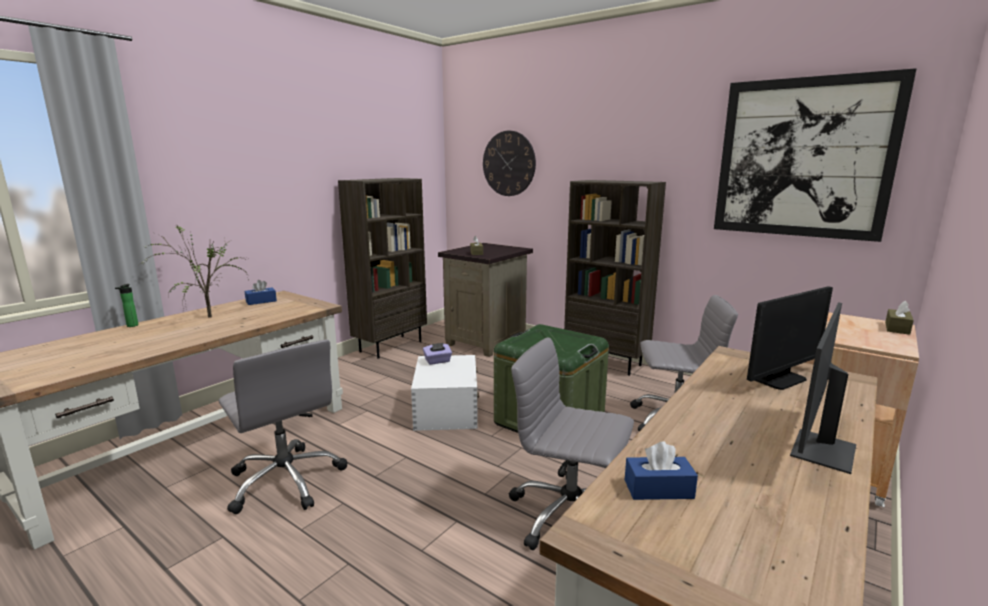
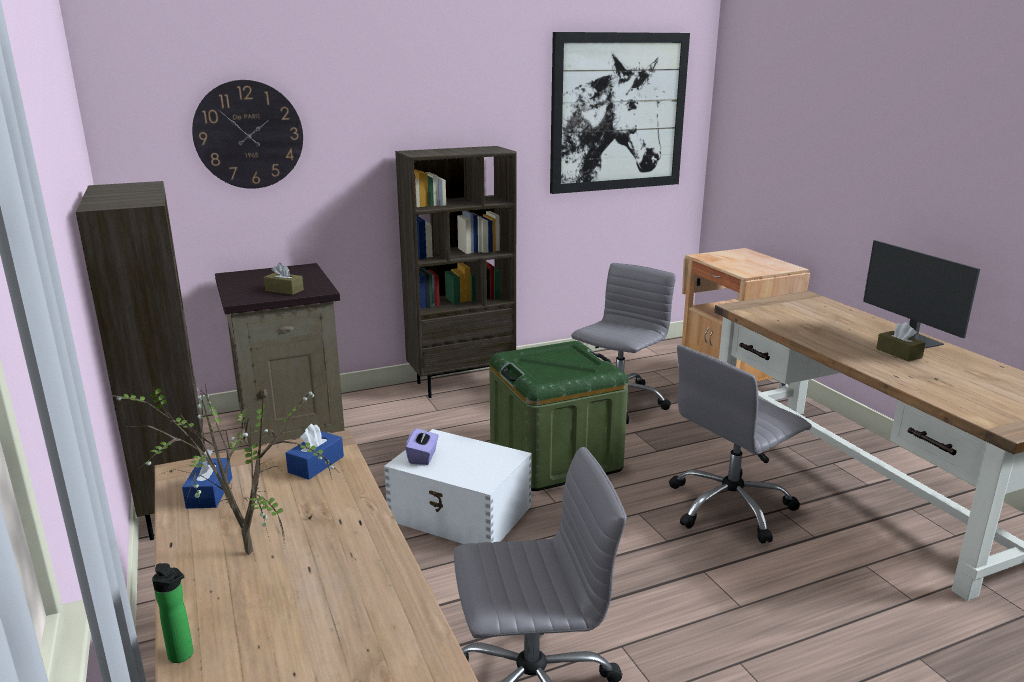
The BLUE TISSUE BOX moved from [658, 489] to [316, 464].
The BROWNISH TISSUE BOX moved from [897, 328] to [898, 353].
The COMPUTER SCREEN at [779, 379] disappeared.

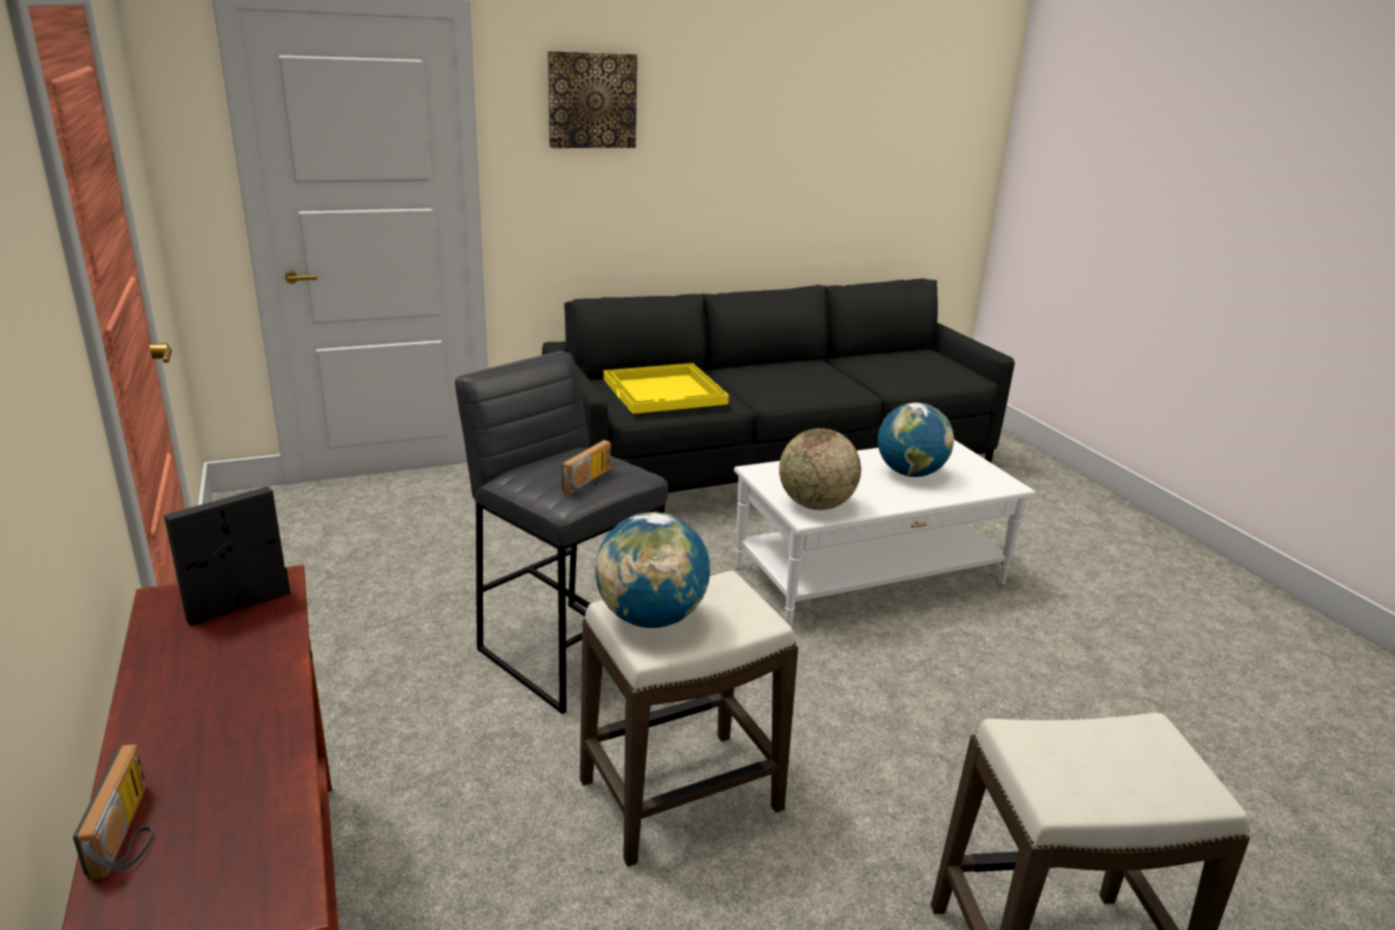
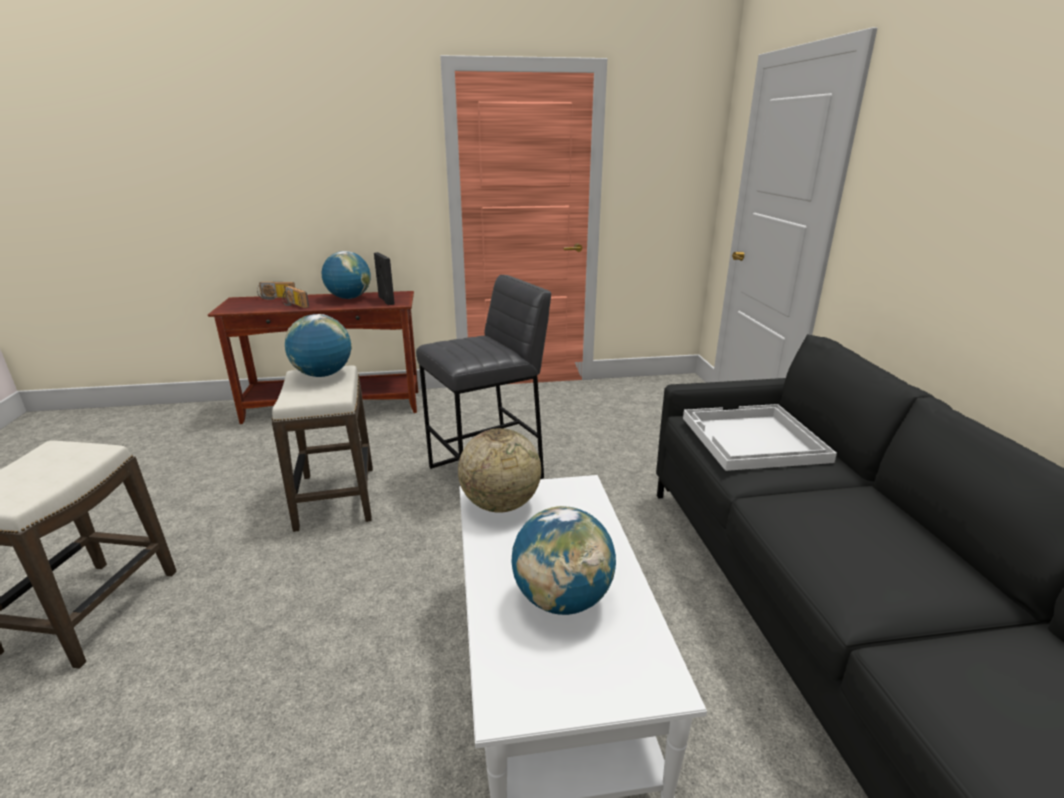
The RADIO RECEIVER moved from [591, 483] to [294, 305].
The DESK GLOBE at [349, 298] appeared.
The YELLOWISH SERVING TRAY at [665, 391] became the WHITE SERVING TRAY at [752, 439].
The WALL PICTURE at [591, 100] disappeared.

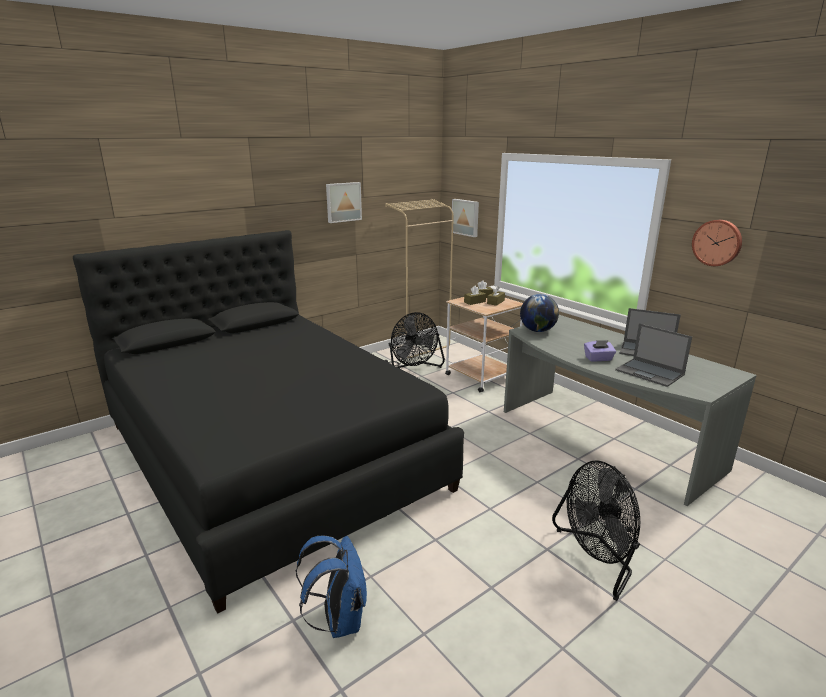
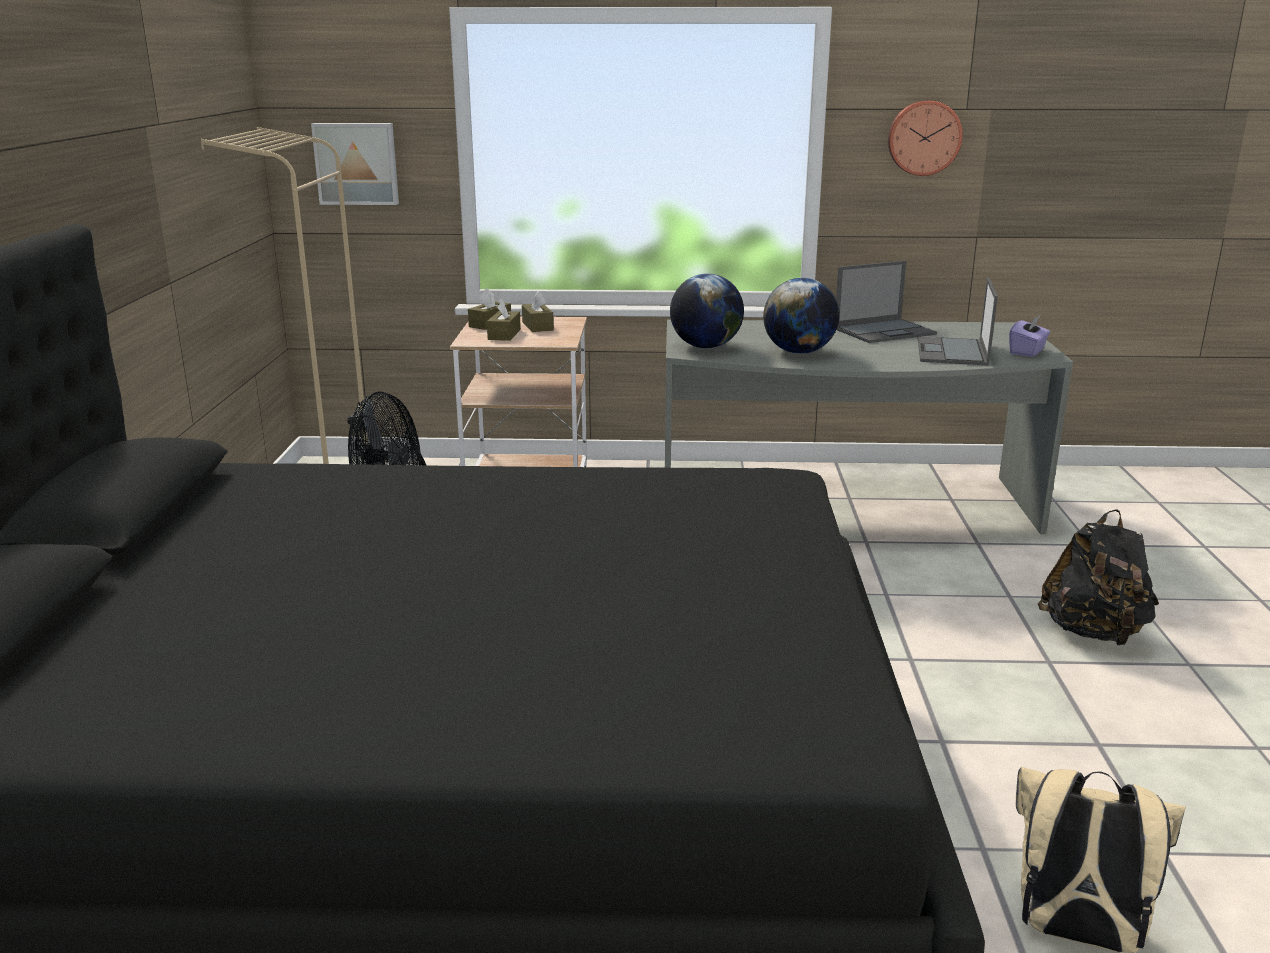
The DESK GLOBE at [799, 352] appeared.
The LAPTOP at [650, 373] turned 105 degrees clockwise.
The PURPLISH TISSUE BOX moved from [598, 359] to [1027, 352].
The BLUE BACKPACK at [339, 620] became the SAND-COLOURED BACKPACK at [1075, 933].
The BLACKISH ELECTRIC FAN at [599, 555] was replaced by the BLACKISH BACKPACK at [1093, 633].
The WALL PICTURE at [343, 202] disappeared.

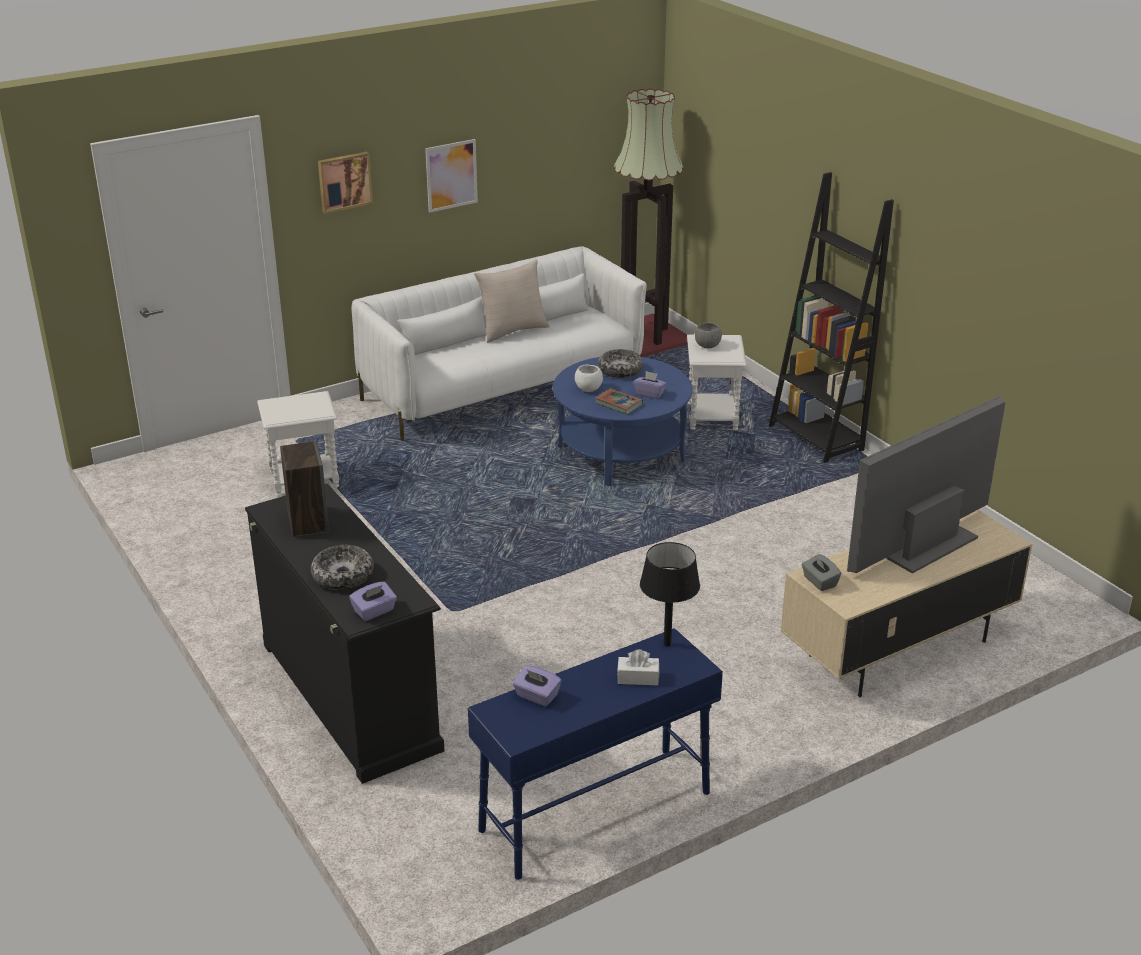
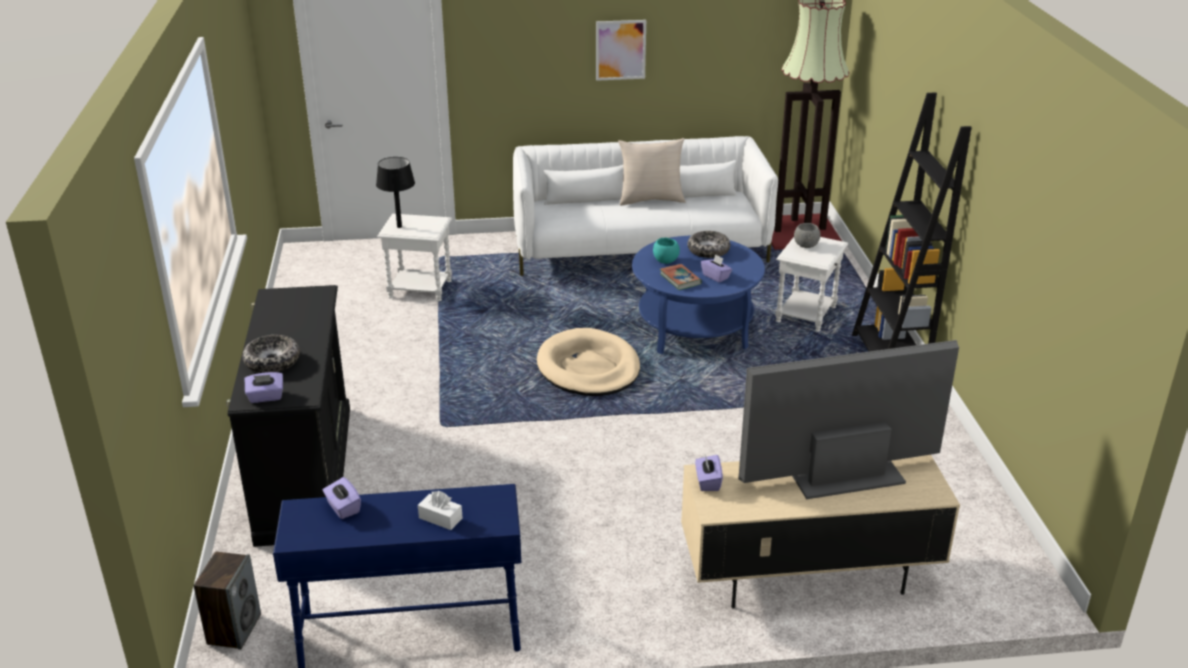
The LOUDSPEAKER moved from [307, 522] to [234, 629].
The BLACKISH LAMP FOR A TABLE moved from [667, 644] to [399, 227].
The SAND-COLOURED DOG BED at [588, 368] appeared.
The WHITE DEEP DISH at [588, 389] became the TURQUOISE DEEP DISH at [665, 261].
The GREY TISSUE BOX at [819, 582] became the PURPLISH TISSUE BOX at [707, 482].
The WALL PICTURE at [344, 181] disappeared.

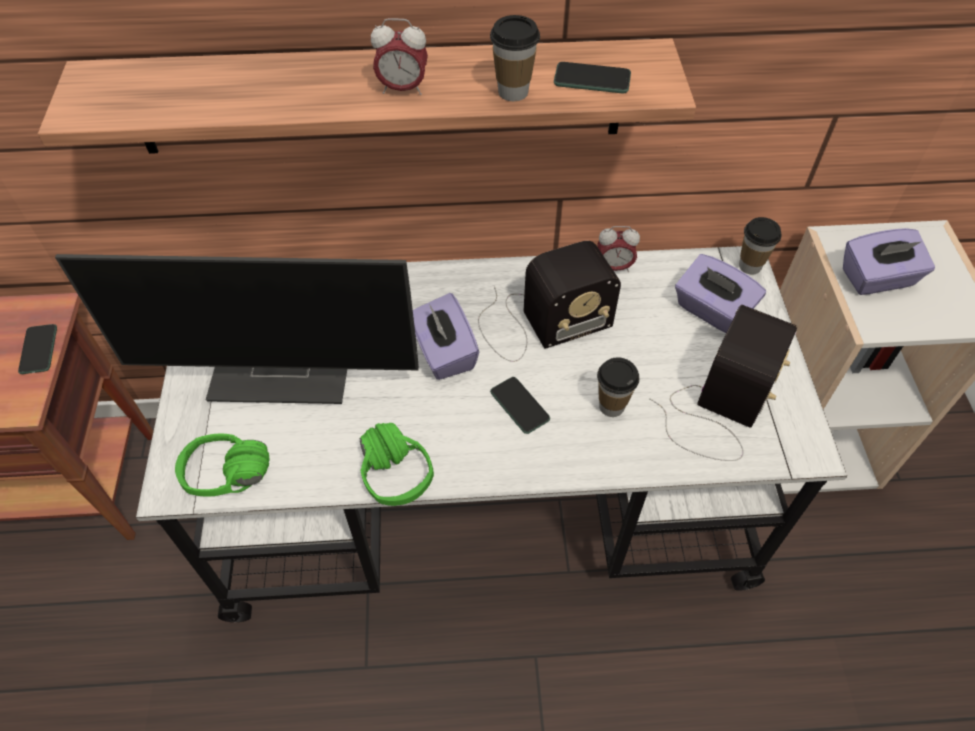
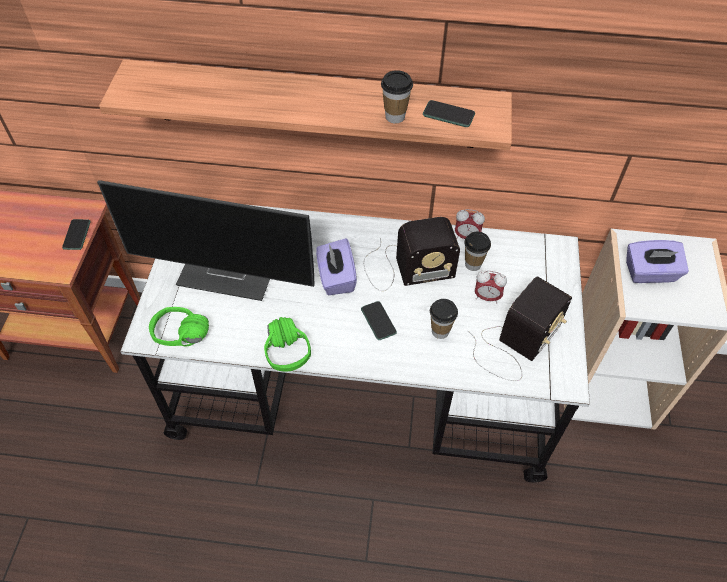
The SMALL CUP moved from [750, 266] to [473, 264].
The ALARM CLOCK moved from [403, 89] to [487, 297].
The PURPLISH TISSUE BOX at [712, 310] disappeared.

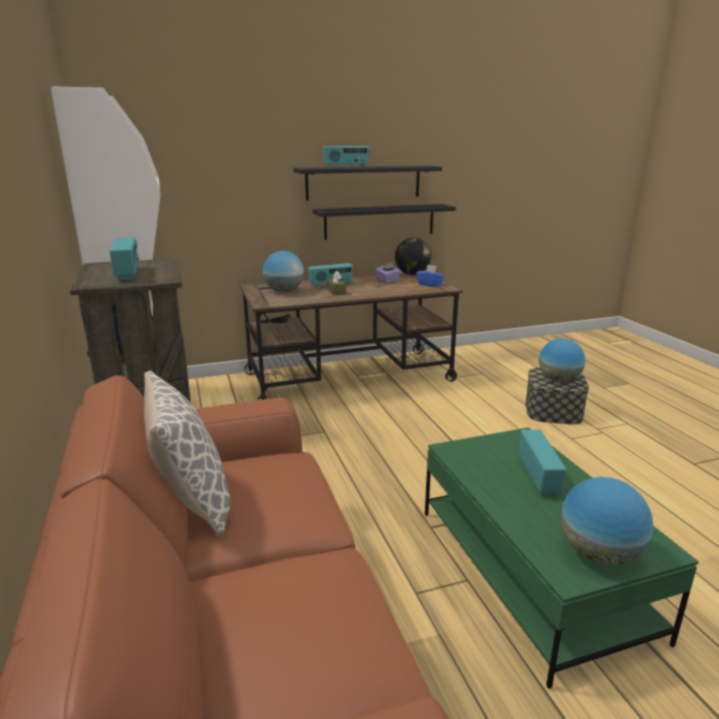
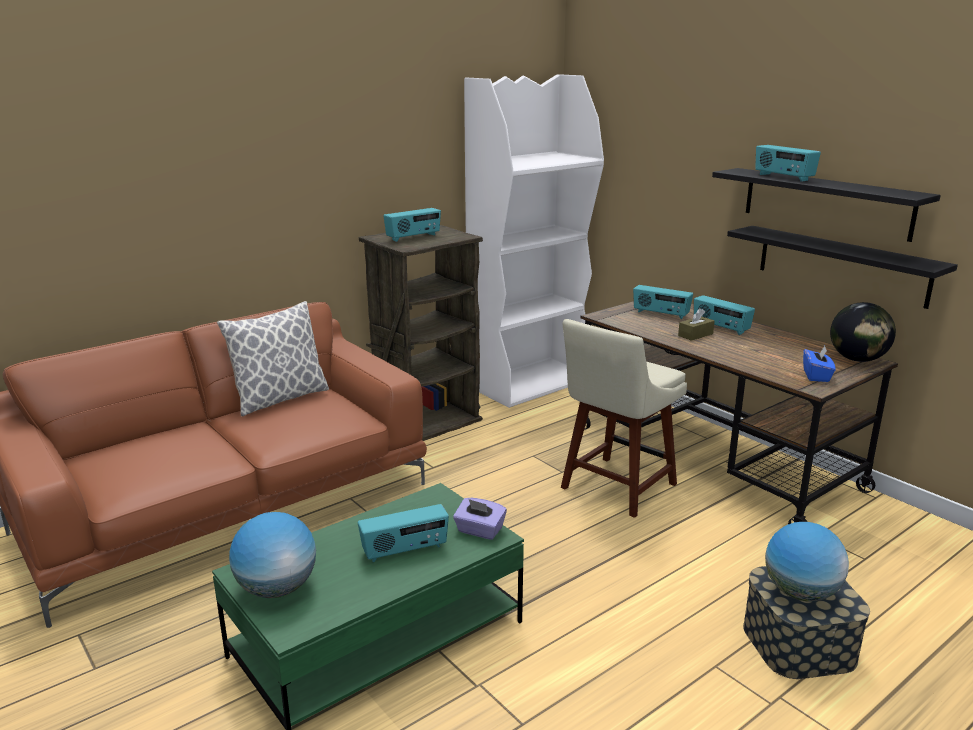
The PURPLISH TISSUE BOX moved from [388, 281] to [479, 531].
The SAND-COLOURED SITTING STOOL at [615, 488] appeared.
The DESK GLOBE at [284, 291] was replaced by the RADIO RECEIVER at [660, 314].

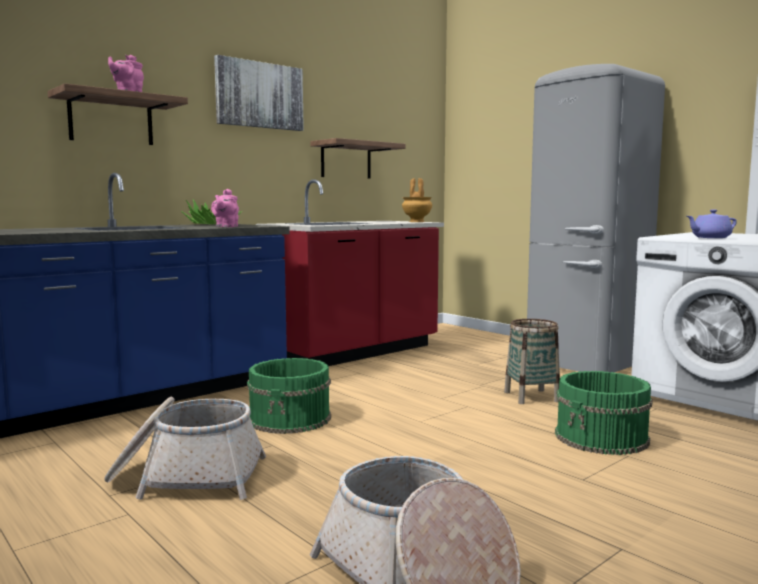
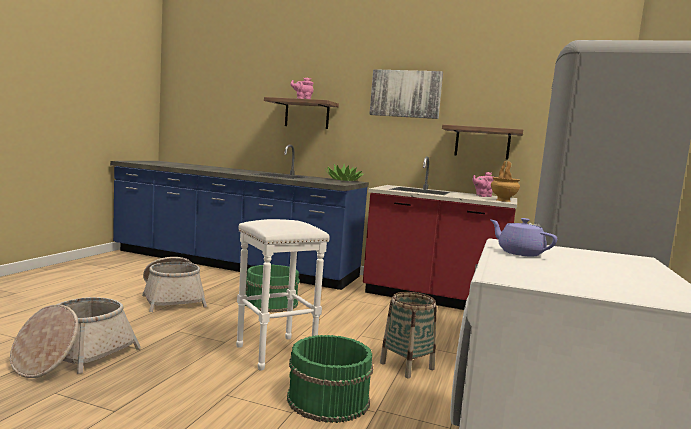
The WHITE SITTING STOOL at [277, 352] appeared.
The PINK-COLOURED TEAPOT moved from [226, 227] to [482, 196].

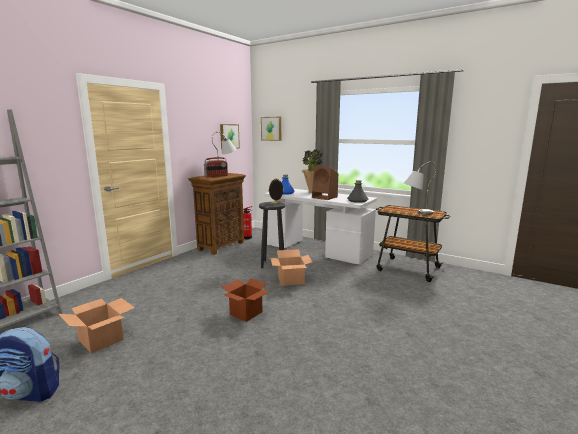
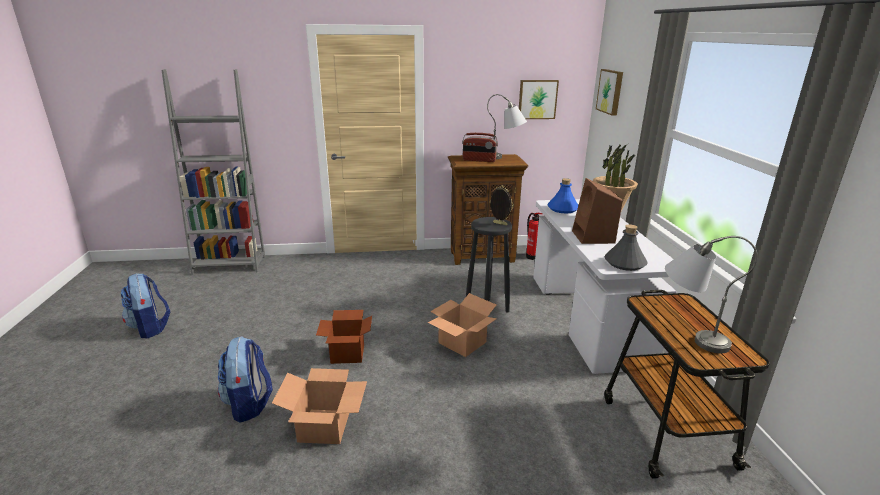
The BACKPACK at [249, 404] appeared.
The CARDBOARD BOX moved from [100, 340] to [324, 426].

